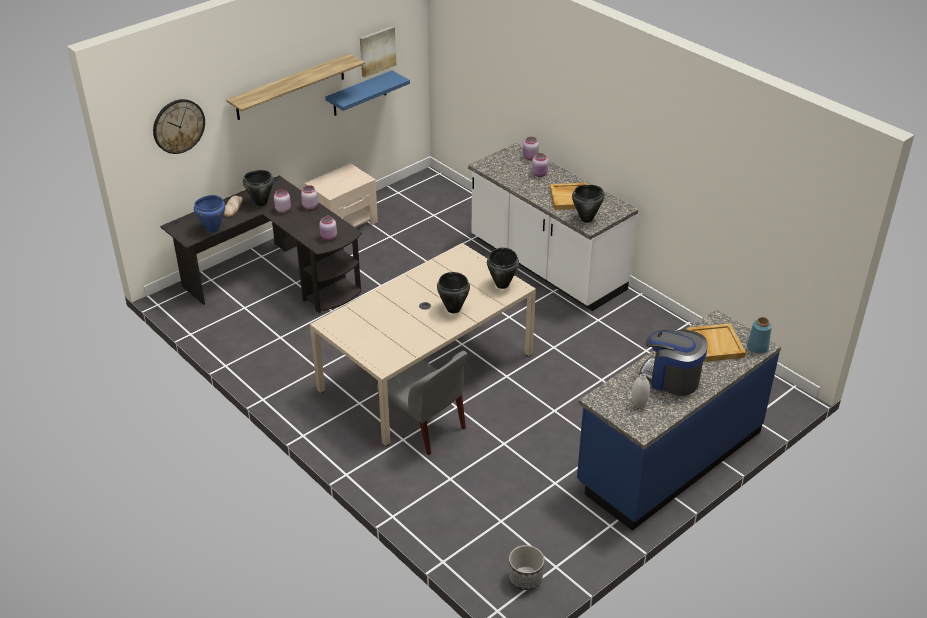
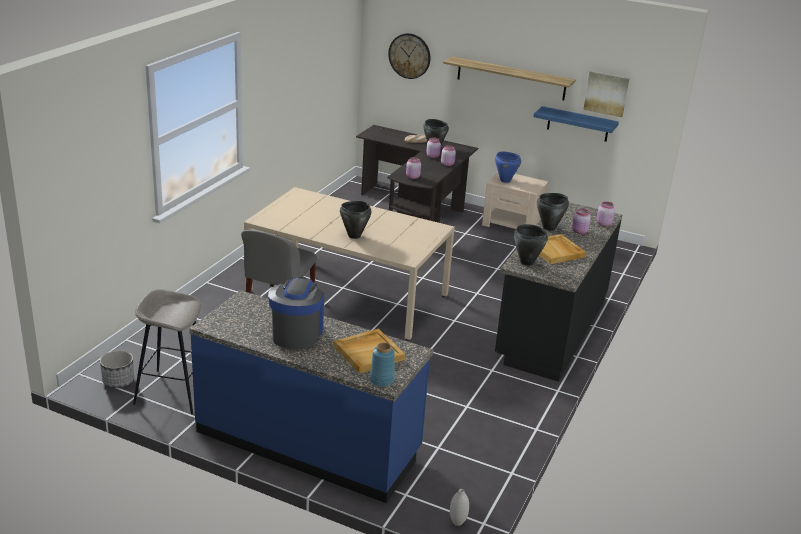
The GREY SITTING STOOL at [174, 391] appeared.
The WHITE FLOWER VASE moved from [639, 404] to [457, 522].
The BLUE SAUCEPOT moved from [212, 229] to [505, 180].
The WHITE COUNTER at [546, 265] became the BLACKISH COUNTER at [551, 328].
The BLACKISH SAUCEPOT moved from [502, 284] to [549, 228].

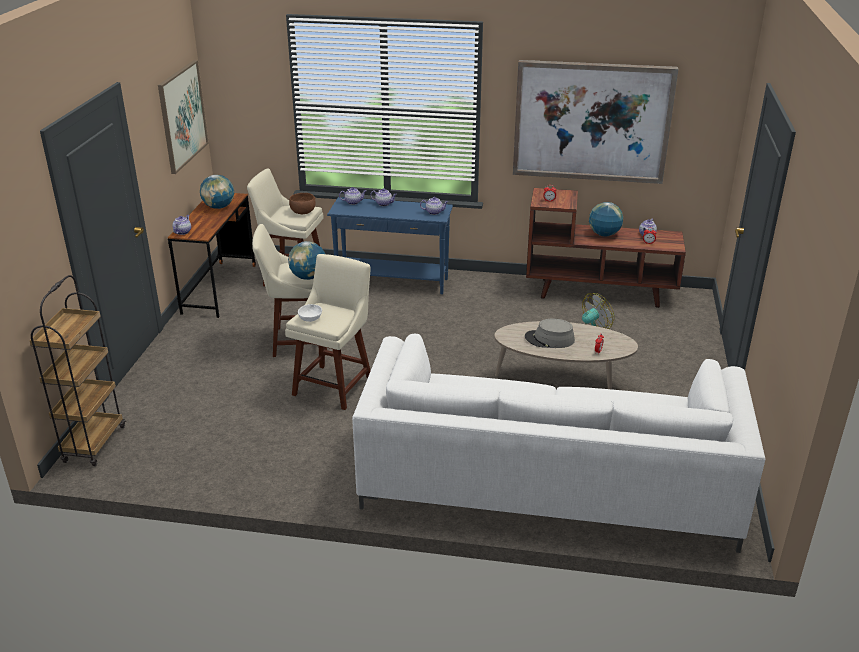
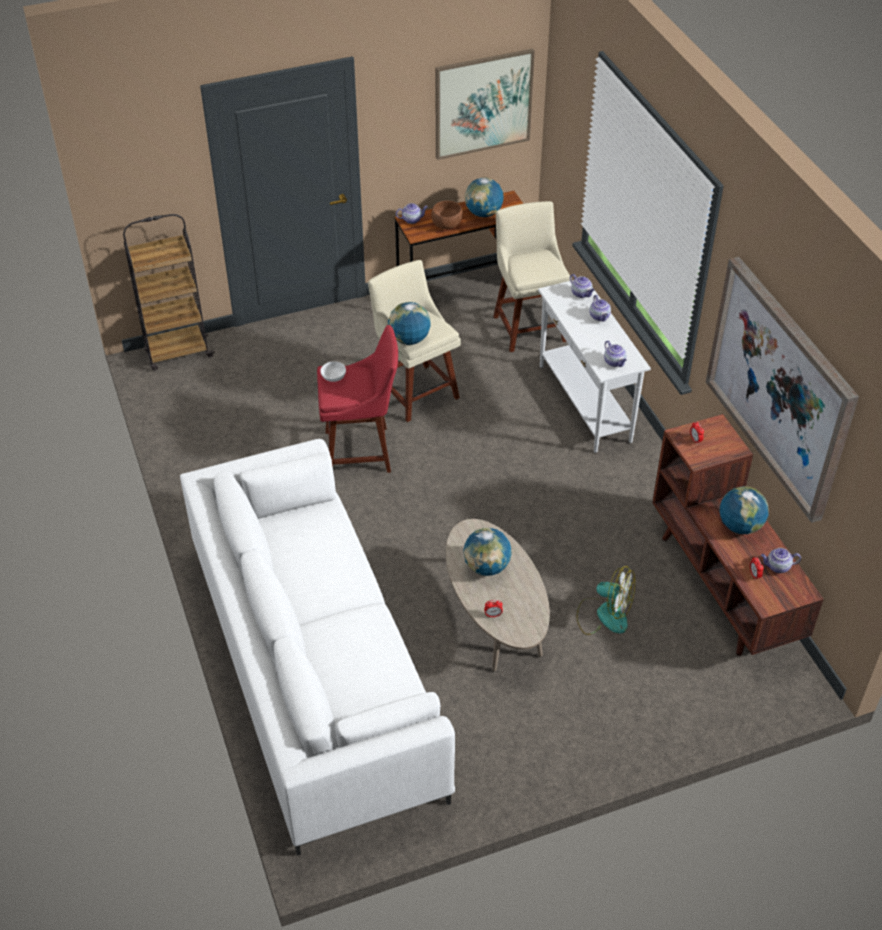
The SAND-COLOURED SITTING STOOL at [335, 385] became the RED-COLOURED SITTING STOOL at [362, 451].
The BROWNISH DEEP DISH moved from [303, 212] to [446, 225].
The GREY HAT at [549, 339] was replaced by the DESK GLOBE at [487, 567].
The BLUE NARROW TABLE at [393, 282] became the WHITE NARROW TABLE at [586, 403].

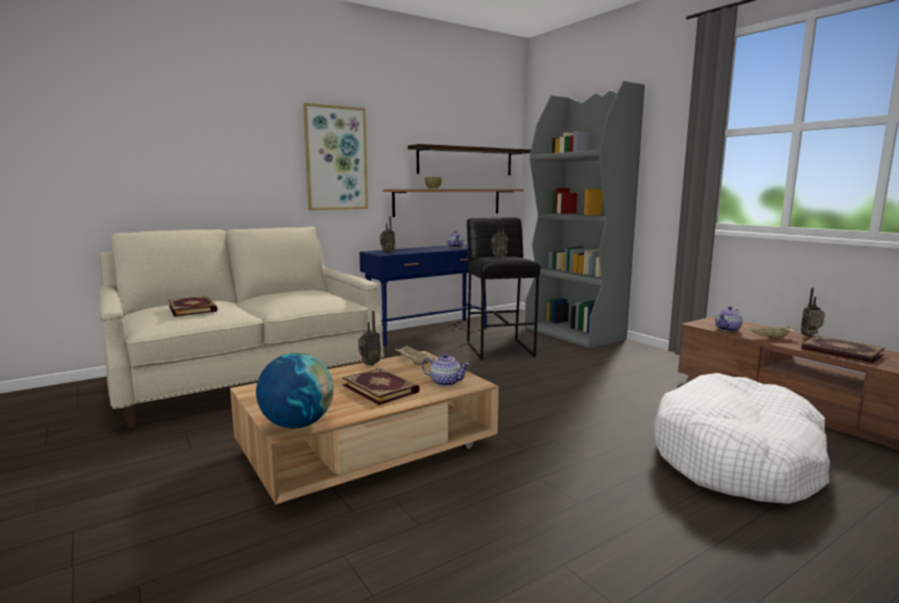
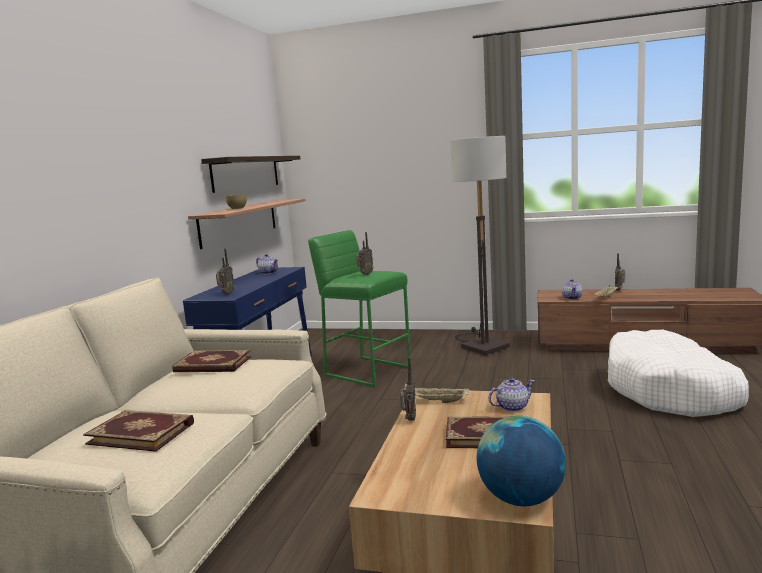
The BOUND BOOK moved from [841, 352] to [212, 365].
The BLACKISH SITTING STOOL at [499, 348] became the GREEN-COLOURED SITTING STOOL at [366, 371].
The STANDARD LAMP at [480, 345] appeared.
The WALL PICTURE at [336, 158] disappeared.
The GREY BOOKSHELF at [574, 334] disappeared.

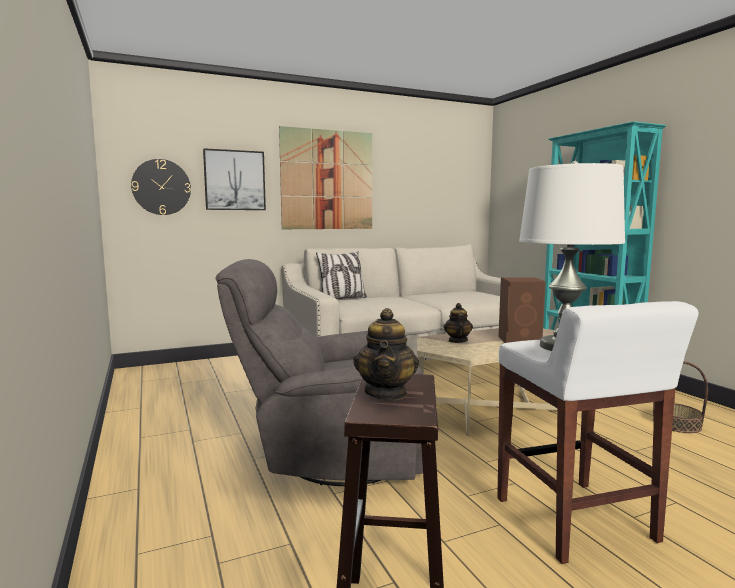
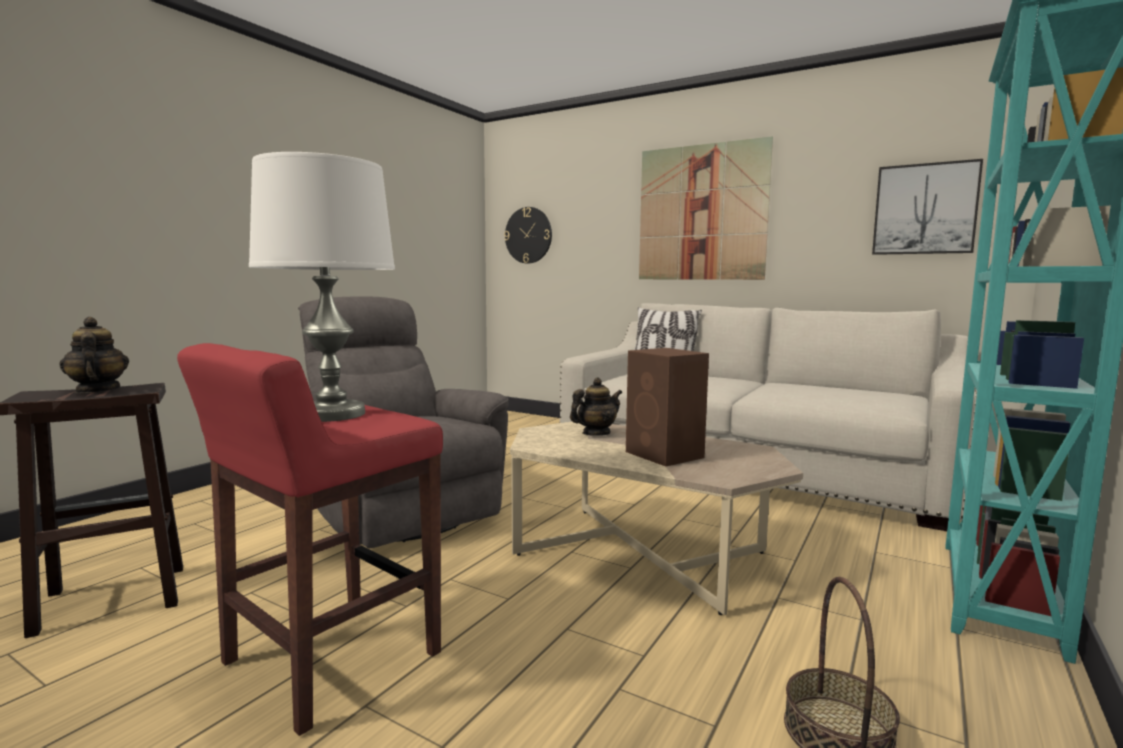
The TEAPOT at [386, 393] turned 90 degrees clockwise.
The WHITE SITTING STOOL at [575, 521] became the RED-COLOURED SITTING STOOL at [328, 660].
The WALL PICTURE moved from [234, 180] to [925, 209].

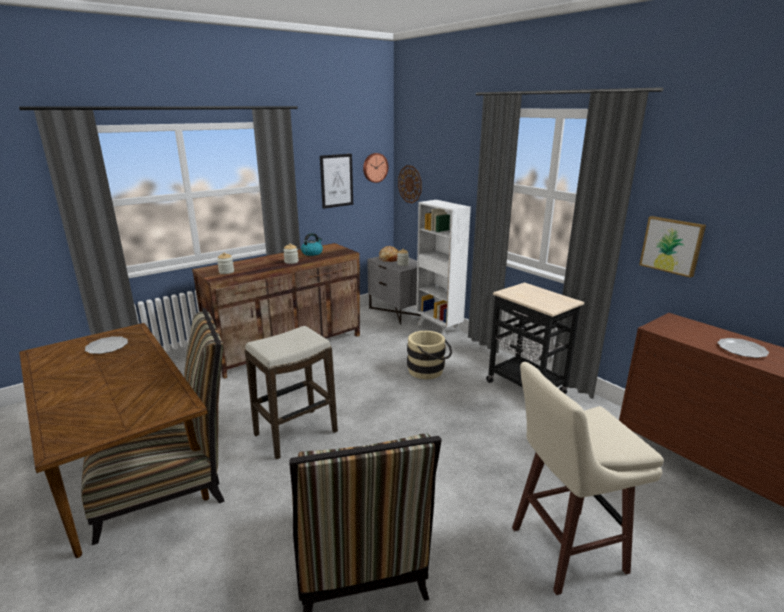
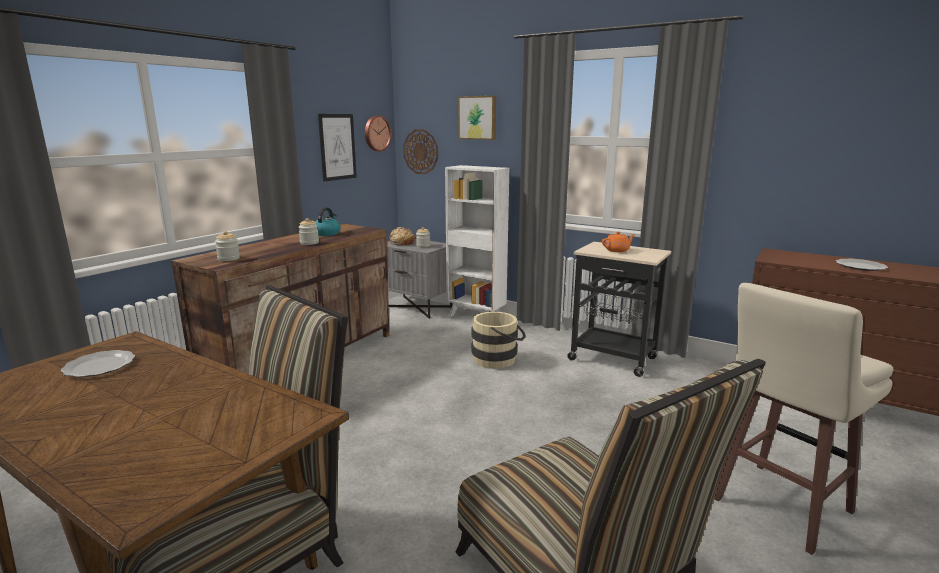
The WALL PICTURE moved from [672, 245] to [478, 117].
The ORANGEY TEAPOT at [617, 250] appeared.
The SITTING STOOL at [296, 433] disappeared.

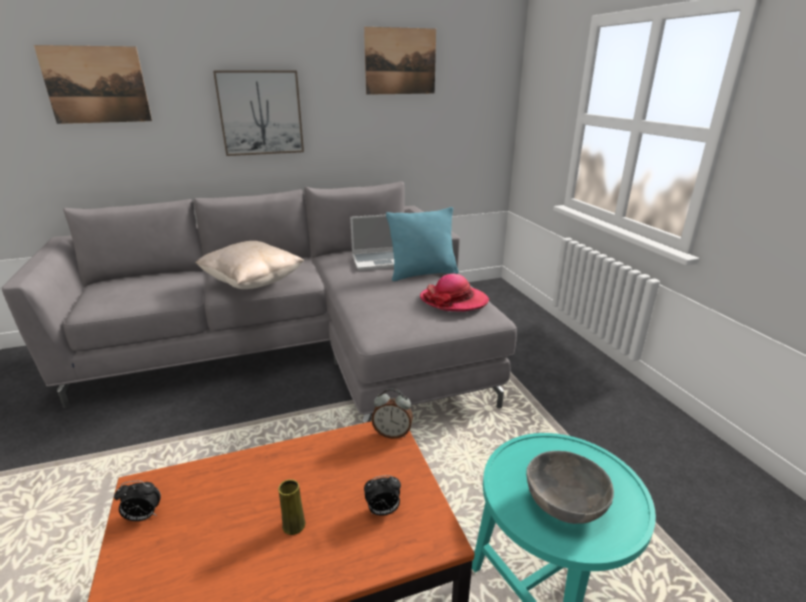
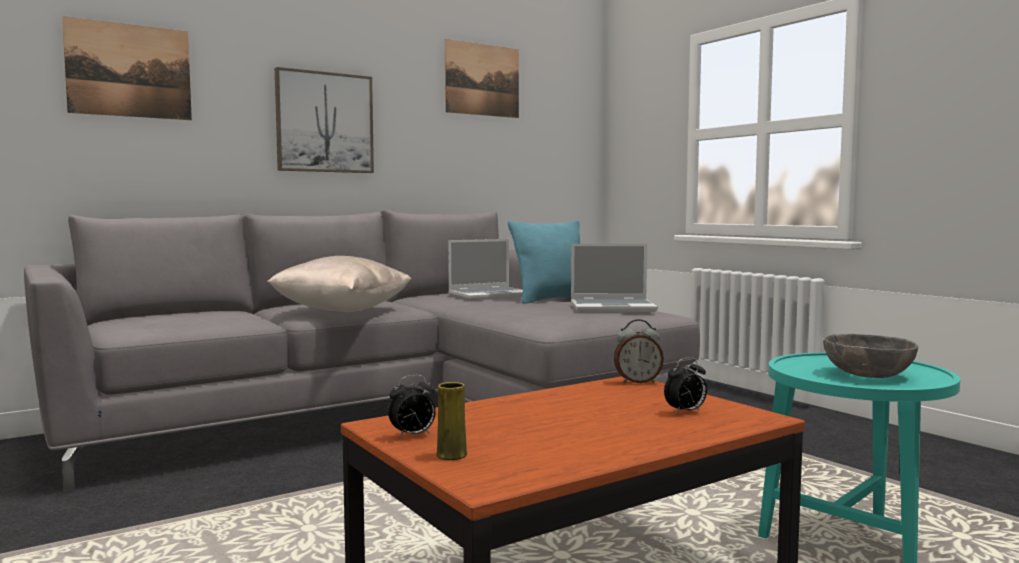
The YELLOWISH FLOWER VASE moved from [294, 525] to [451, 455].
The HAT at [453, 300] was replaced by the LAPTOP at [613, 308].

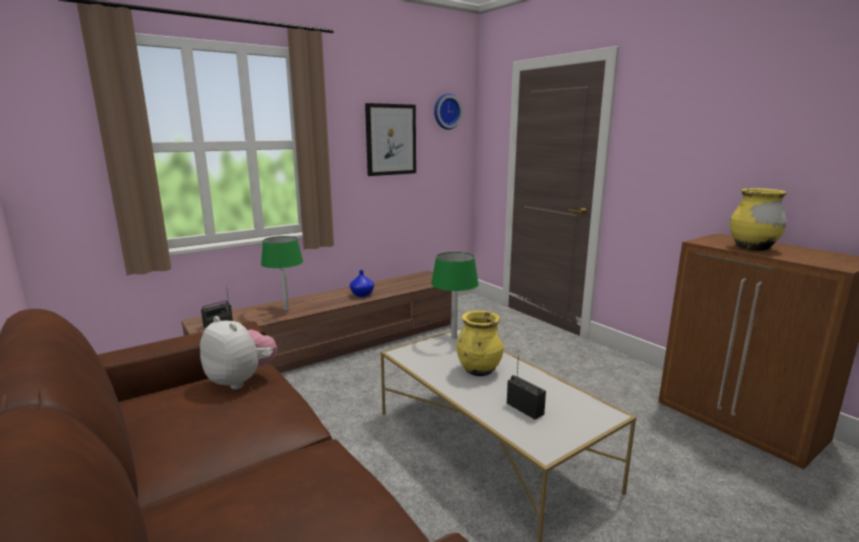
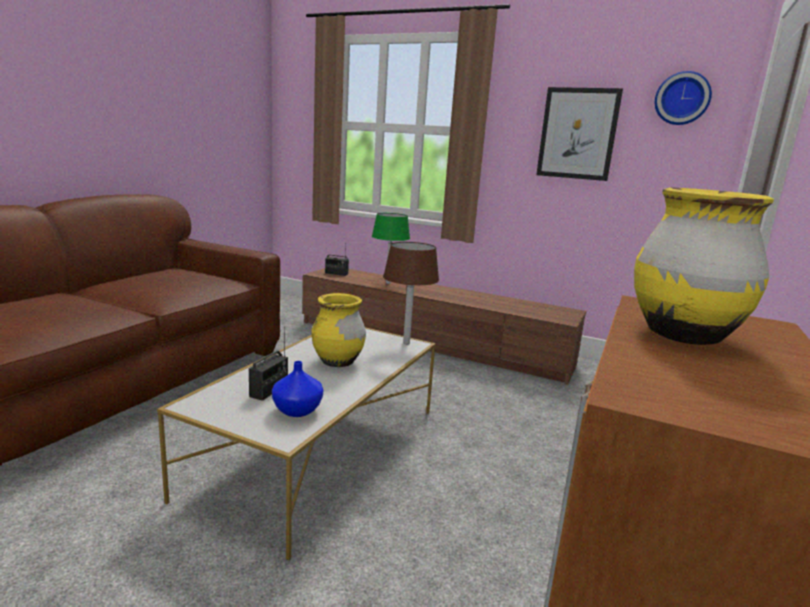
The BLUE FLOWER VASE moved from [362, 294] to [298, 410].
The GREEN-COLOURED LAMP FOR A TABLE at [454, 337] became the BROWNISH LAMP FOR A TABLE at [406, 343].
The PLUSH TOY at [241, 380] disappeared.

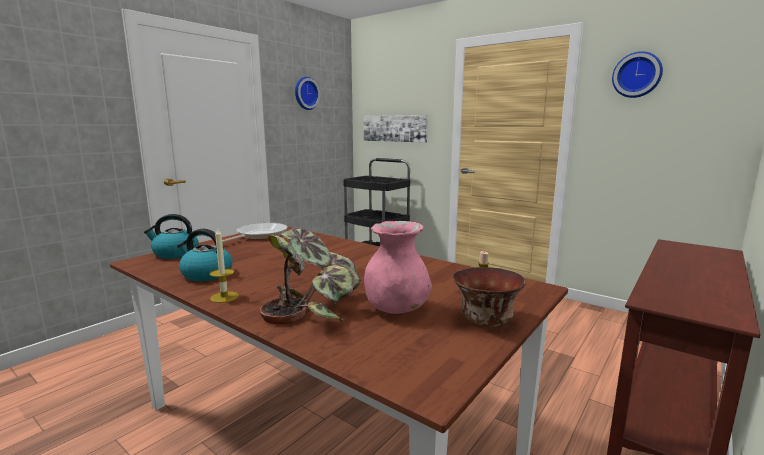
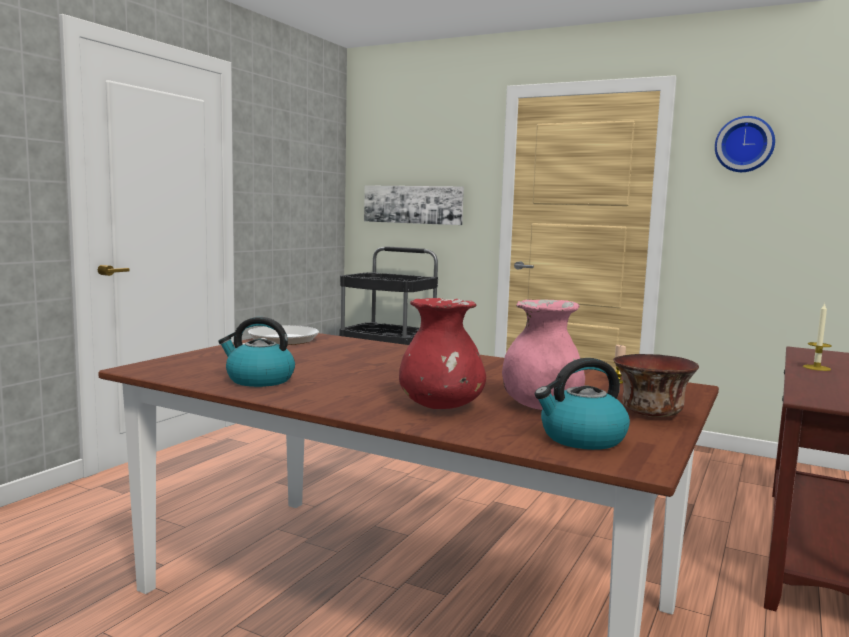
The POTTED PLANT at [314, 308] was replaced by the RED-COLOURED FLOWER VASE at [441, 407].
The KETTLE moved from [175, 254] to [581, 438].
The CANDLE moved from [224, 297] to [816, 368].
The WALL CLOCK at [305, 93] disappeared.

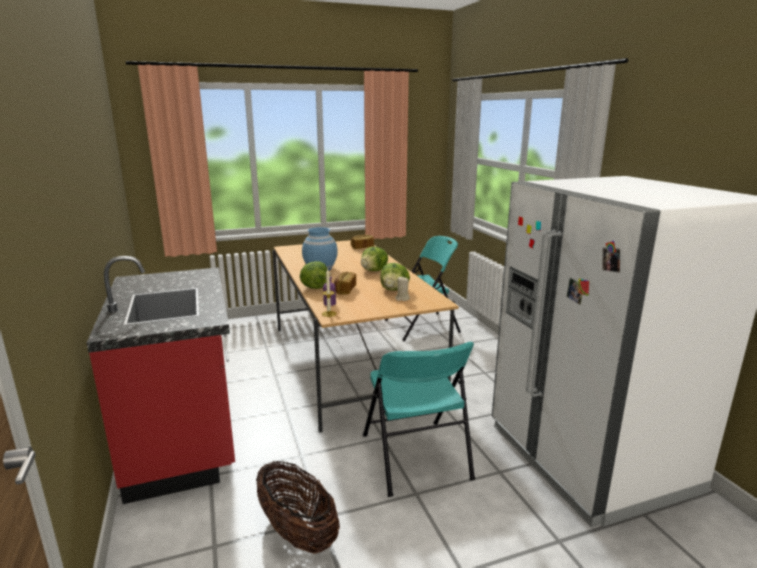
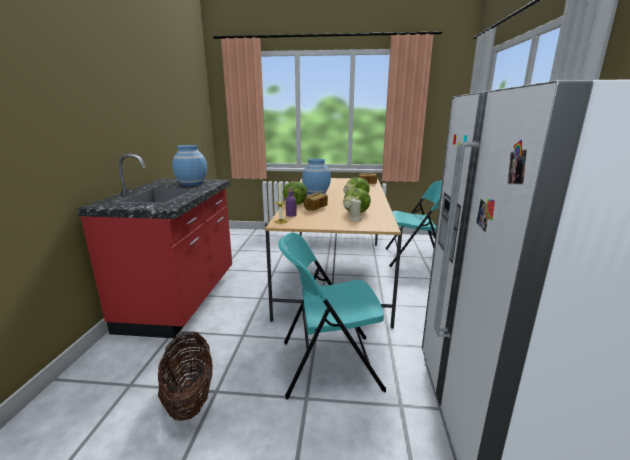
The BLUE FLOWER VASE at [192, 183] appeared.
The TURQUOISE CHAIR at [414, 456] turned 75 degrees clockwise.

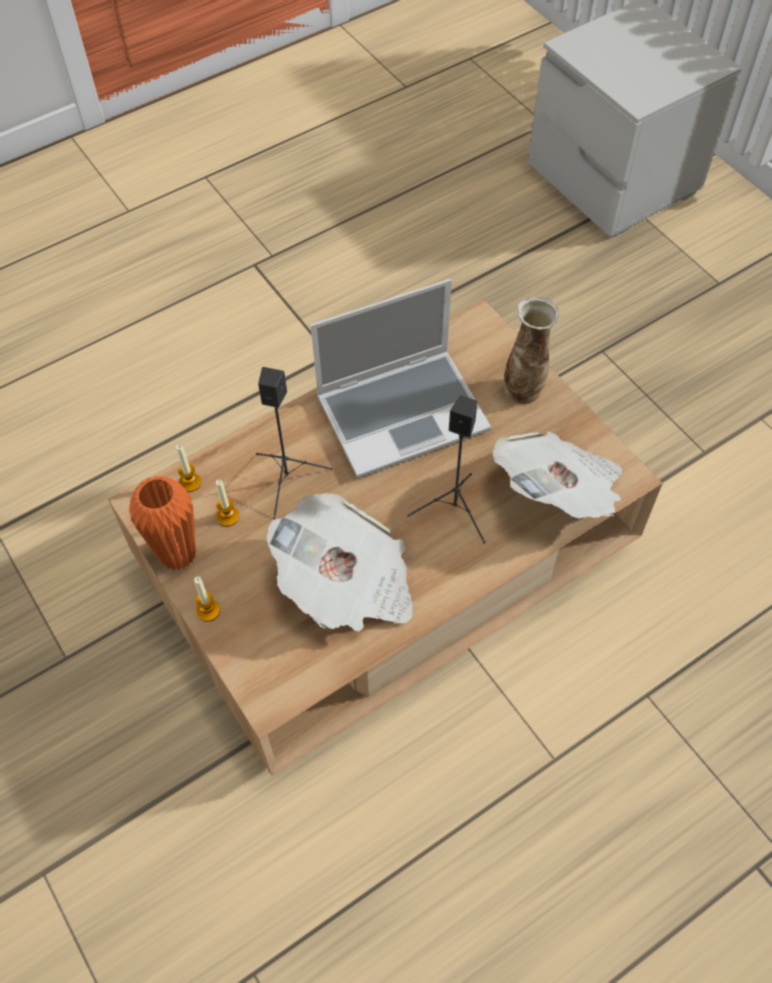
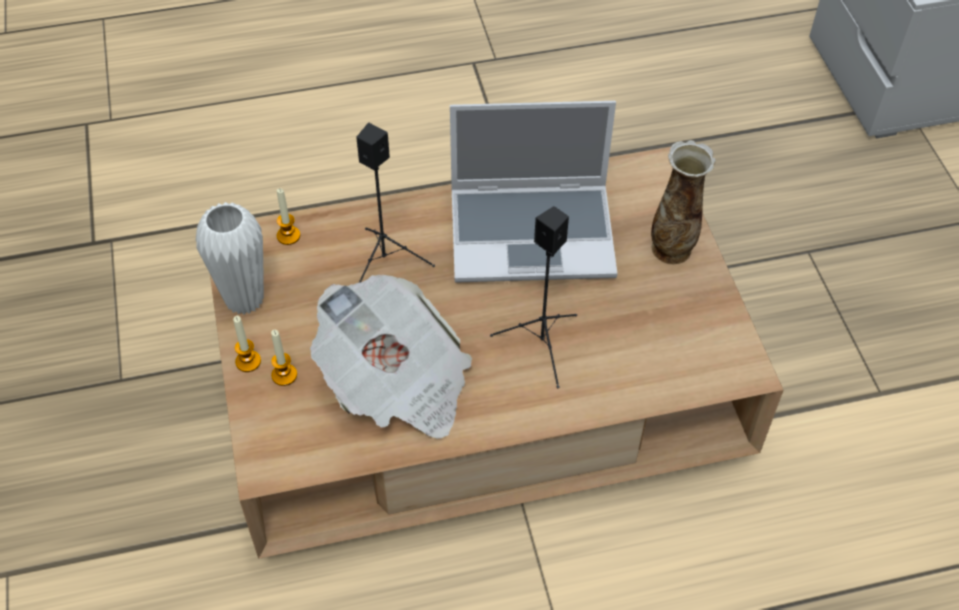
The ORANGEY FLOWER VASE at [178, 554] became the WHITE FLOWER VASE at [244, 299].
The CANDLE moved from [228, 516] to [284, 375].
The PRINTED PAPER at [559, 492] disappeared.

